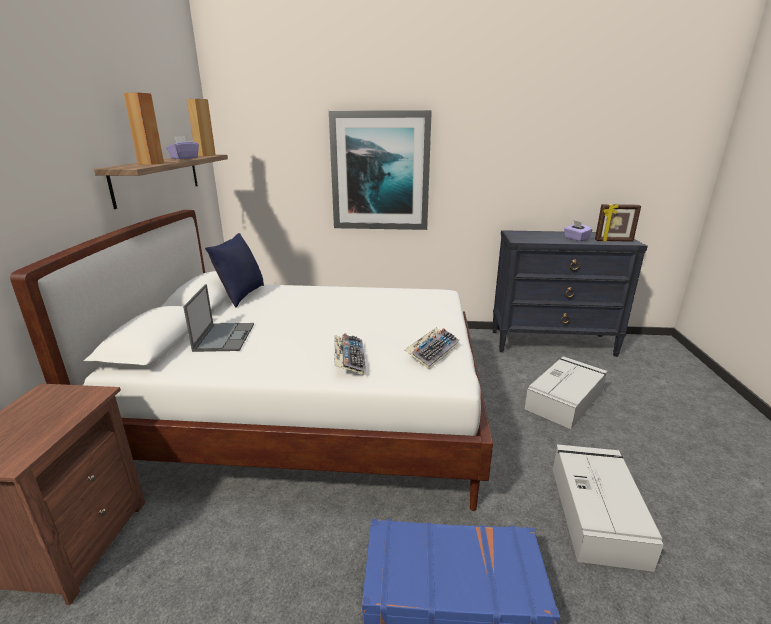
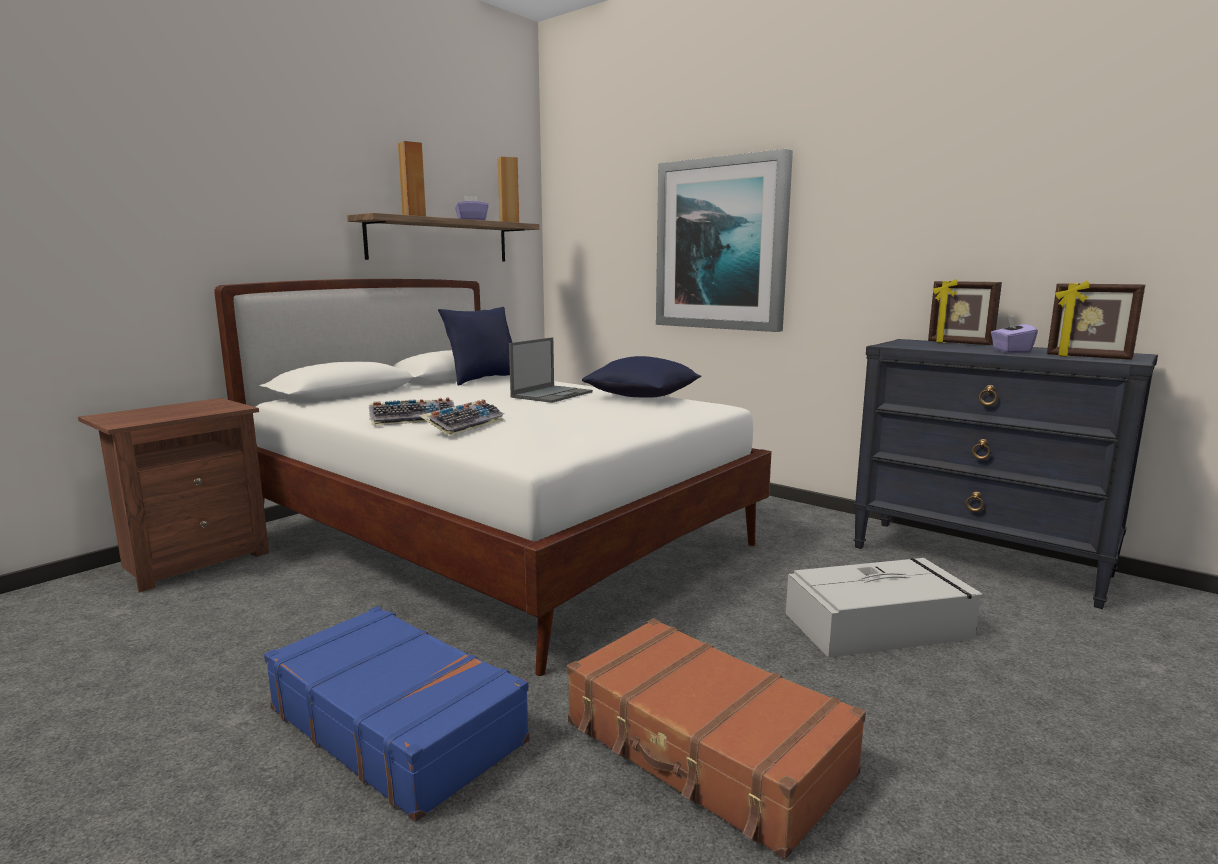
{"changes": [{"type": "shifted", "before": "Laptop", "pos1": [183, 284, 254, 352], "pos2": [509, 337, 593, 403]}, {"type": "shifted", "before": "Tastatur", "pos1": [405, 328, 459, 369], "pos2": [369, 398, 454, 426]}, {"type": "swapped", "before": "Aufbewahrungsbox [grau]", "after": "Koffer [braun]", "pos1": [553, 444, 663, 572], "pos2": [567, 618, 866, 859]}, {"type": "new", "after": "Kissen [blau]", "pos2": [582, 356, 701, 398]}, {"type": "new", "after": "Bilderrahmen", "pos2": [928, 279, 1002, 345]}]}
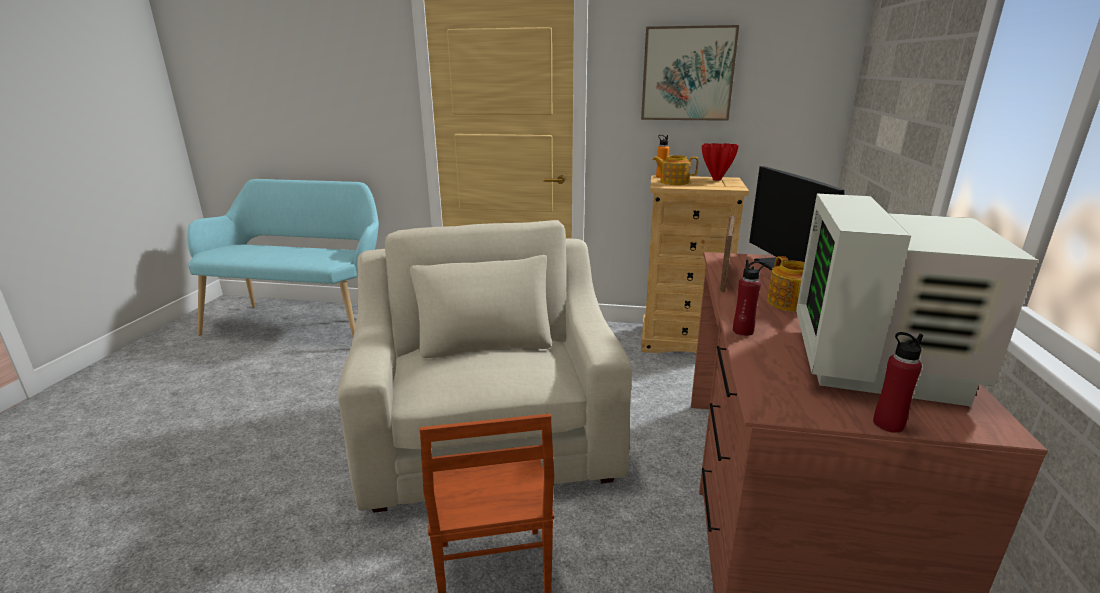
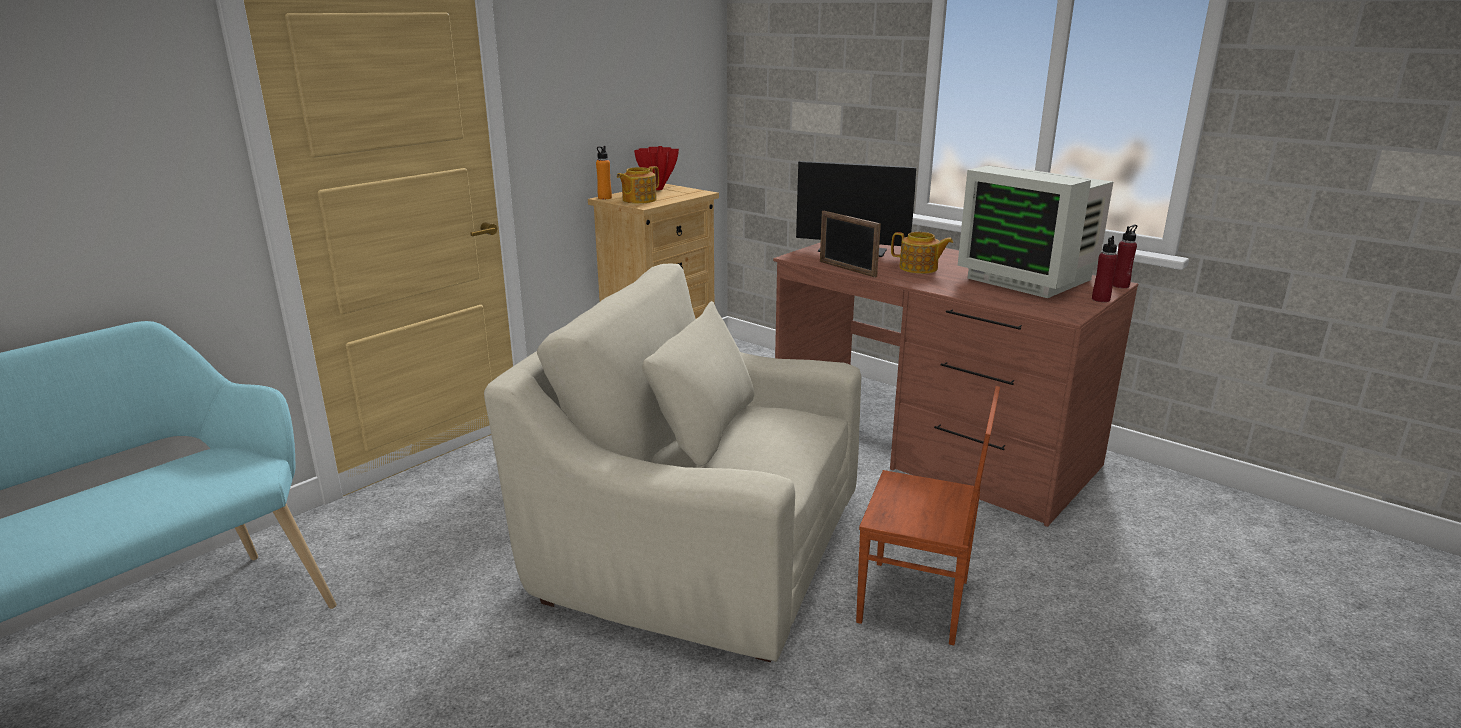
{"changes": [{"type": "gone", "before": "Bild", "pos1": [641, 25, 739, 121]}, {"type": "shifted", "before": "Flasche [rot]", "pos1": [733, 259, 765, 336], "pos2": [1113, 225, 1137, 288]}]}
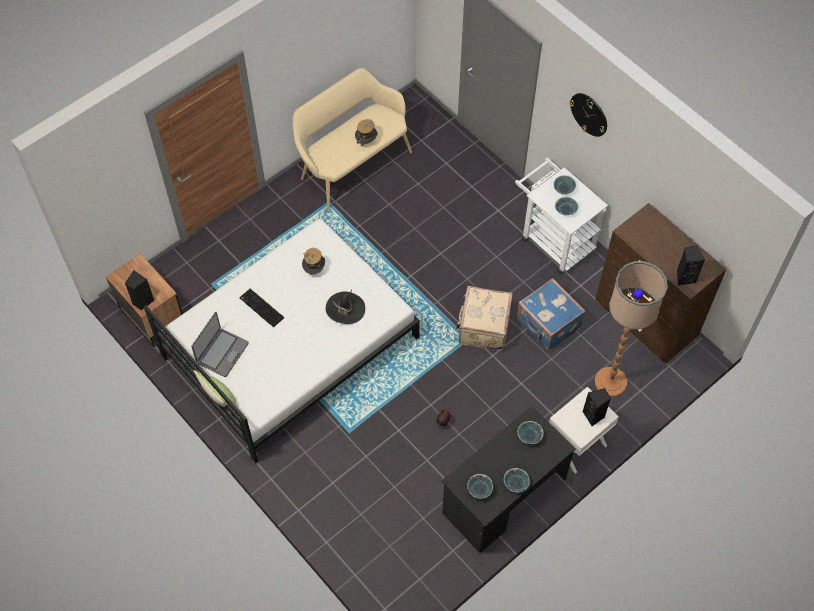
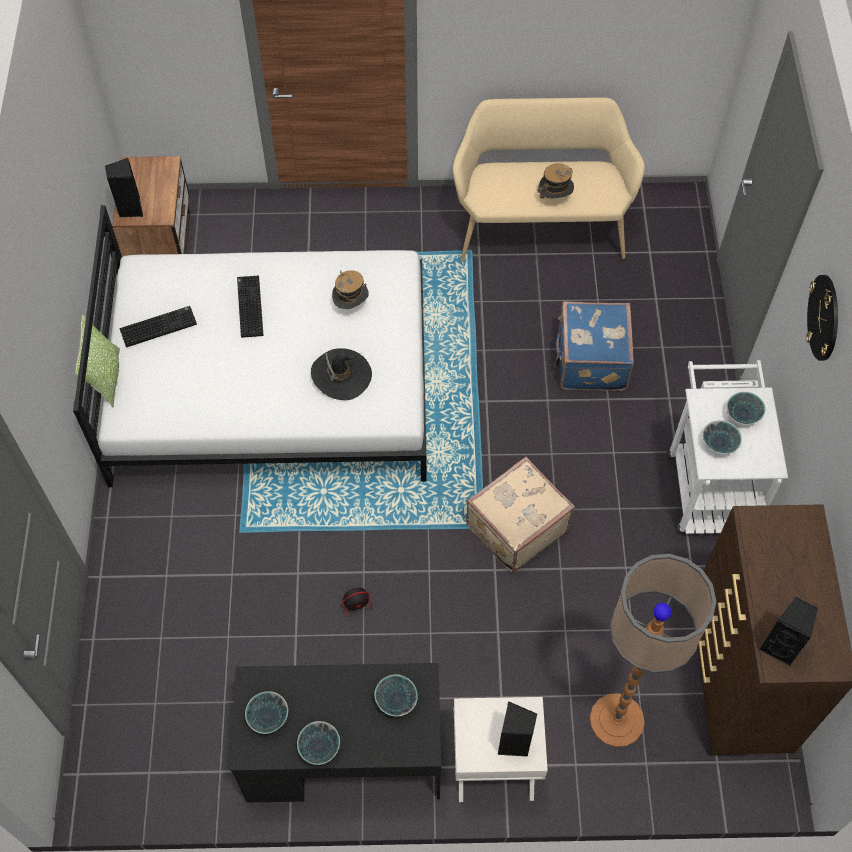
{"changes": [{"type": "swapped", "before": "Laptop", "after": "Tastatur", "pos1": [191, 312, 249, 377], "pos2": [120, 306, 197, 347]}, {"type": "shifted", "before": "Koffer [blau]", "pos1": [517, 278, 585, 351], "pos2": [554, 301, 634, 391]}]}
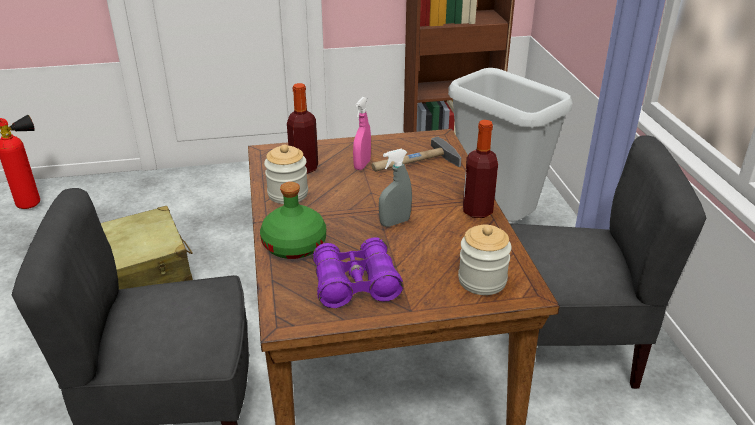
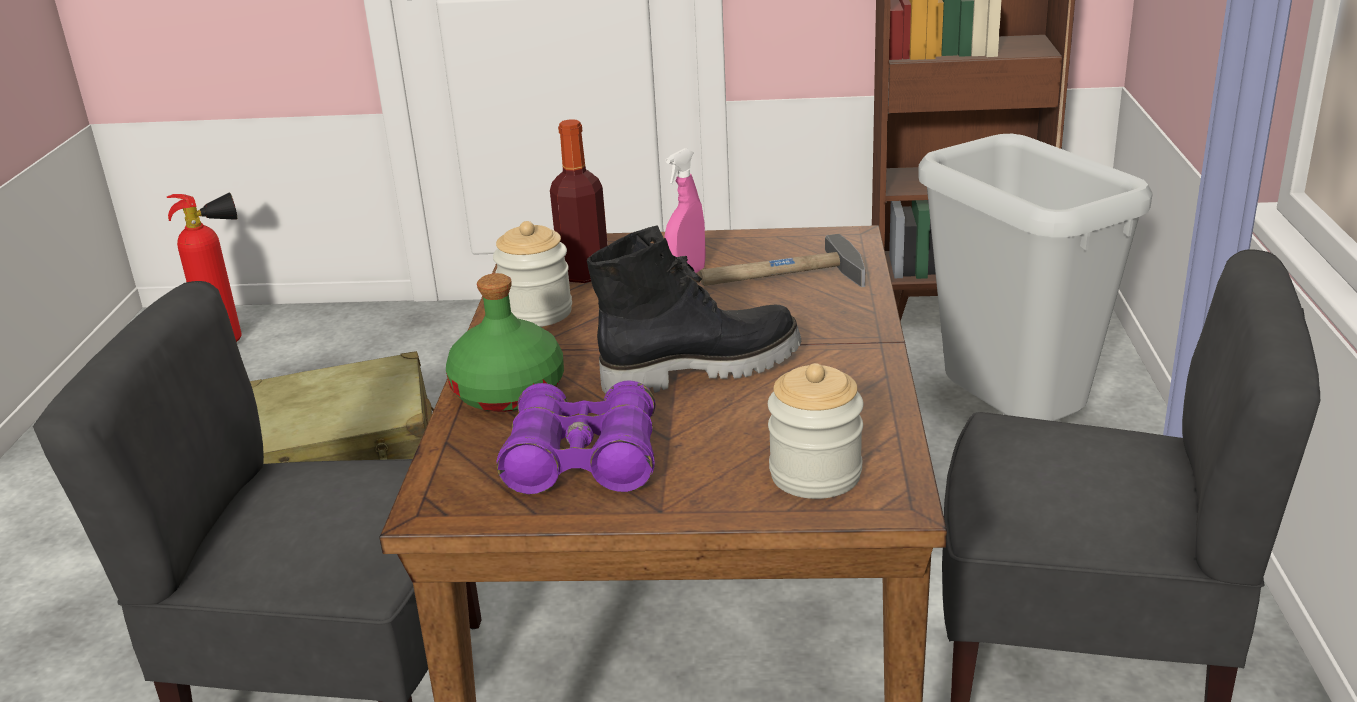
{"changes": [{"type": "swapped", "before": "Sprühflasche [grau]", "after": "Stiefel [schwarz]", "pos1": [379, 149, 412, 227], "pos2": [587, 225, 801, 394]}, {"type": "gone", "before": "Flasche", "pos1": [463, 120, 498, 218]}]}
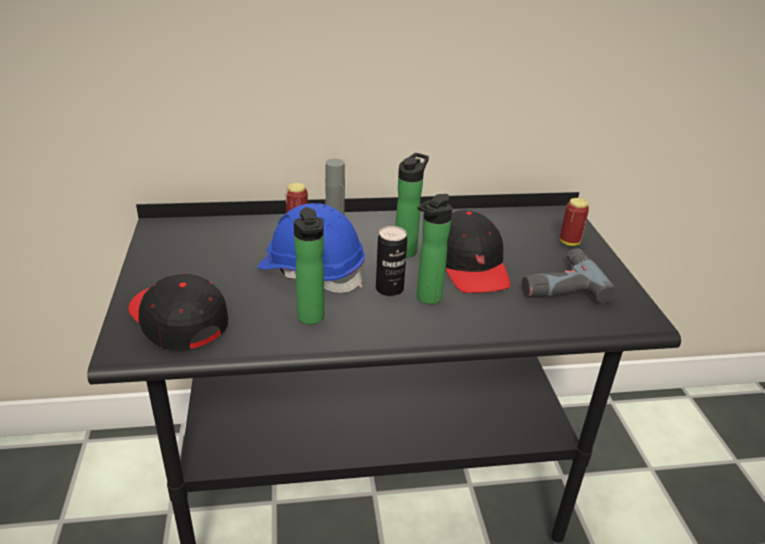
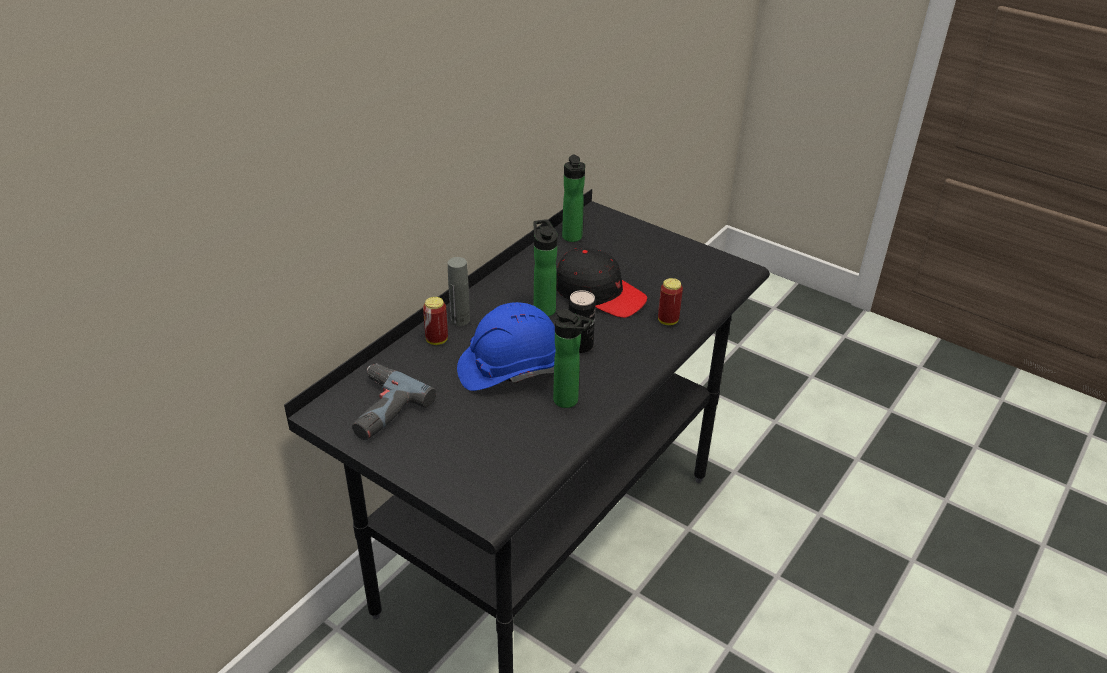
{"changes": [{"type": "gone", "before": "Kappe [schwarz]", "pos1": [128, 273, 228, 351]}, {"type": "shifted", "before": "Flasche", "pos1": [417, 194, 452, 304], "pos2": [562, 155, 585, 242]}, {"type": "shifted", "before": "Bohrmaschine", "pos1": [522, 249, 617, 304], "pos2": [352, 363, 436, 440]}, {"type": "shifted", "before": "Dose", "pos1": [560, 198, 589, 246], "pos2": [658, 278, 683, 325]}]}
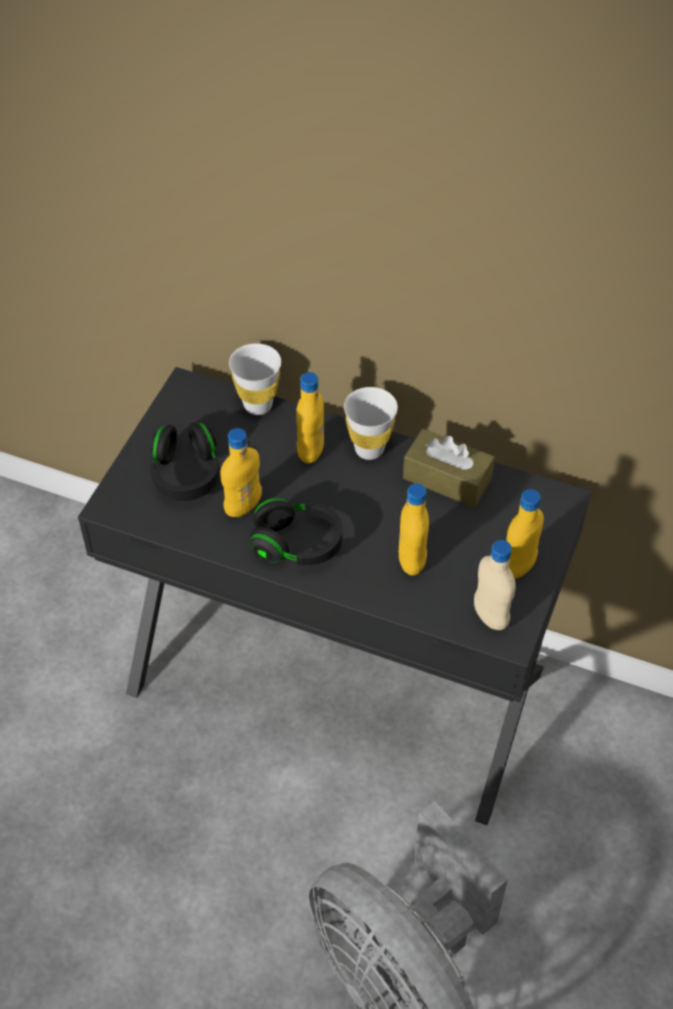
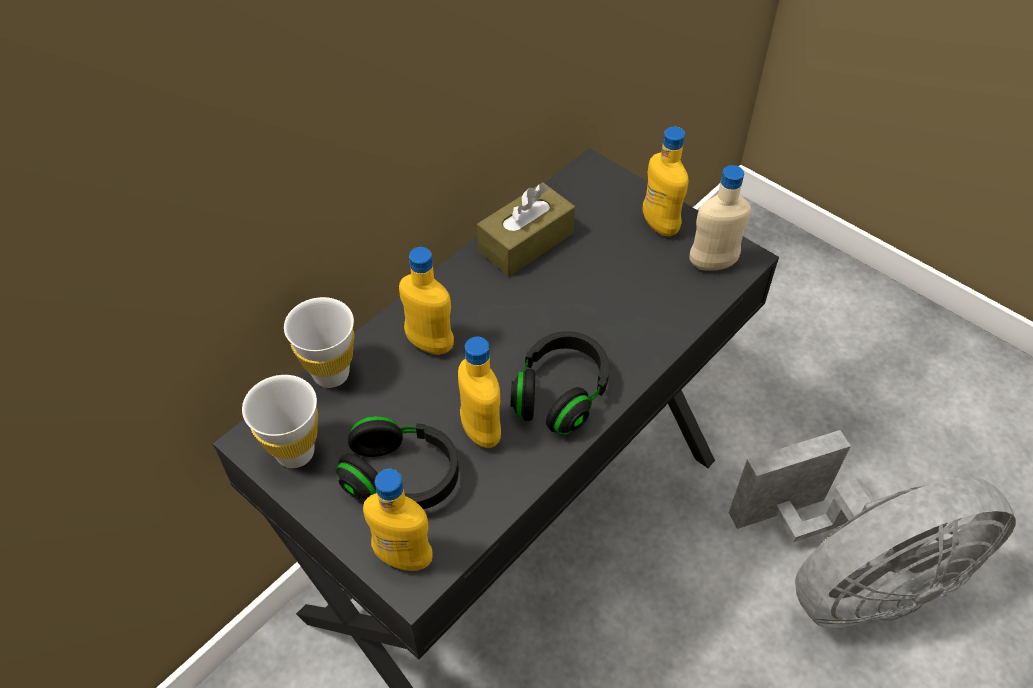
{"changes": [{"type": "shifted", "before": "Tasse [weiß]", "pos1": [344, 387, 398, 460], "pos2": [242, 375, 318, 468]}, {"type": "shifted", "before": "Flasche [gelb]", "pos1": [399, 483, 429, 576], "pos2": [363, 469, 432, 571]}]}
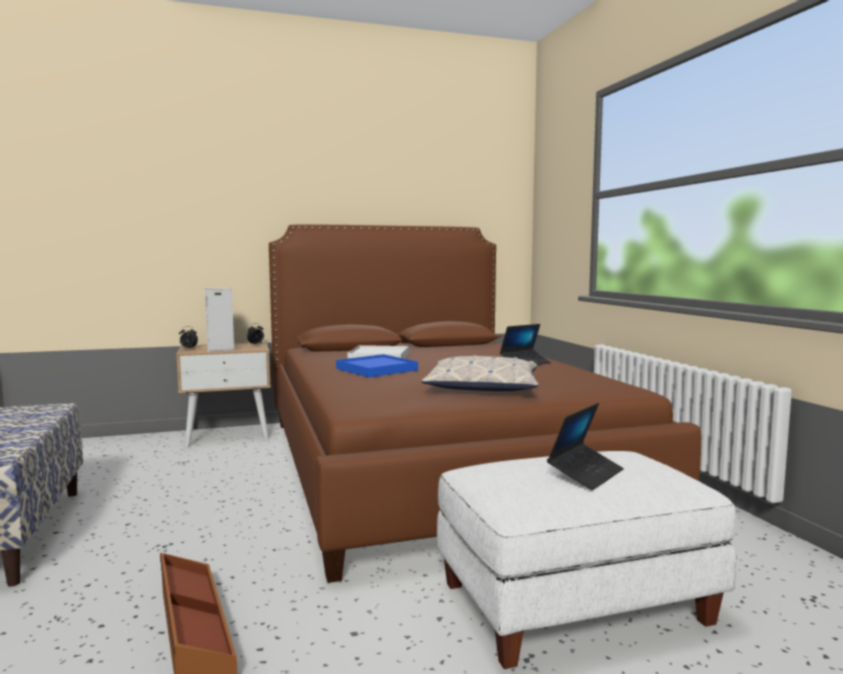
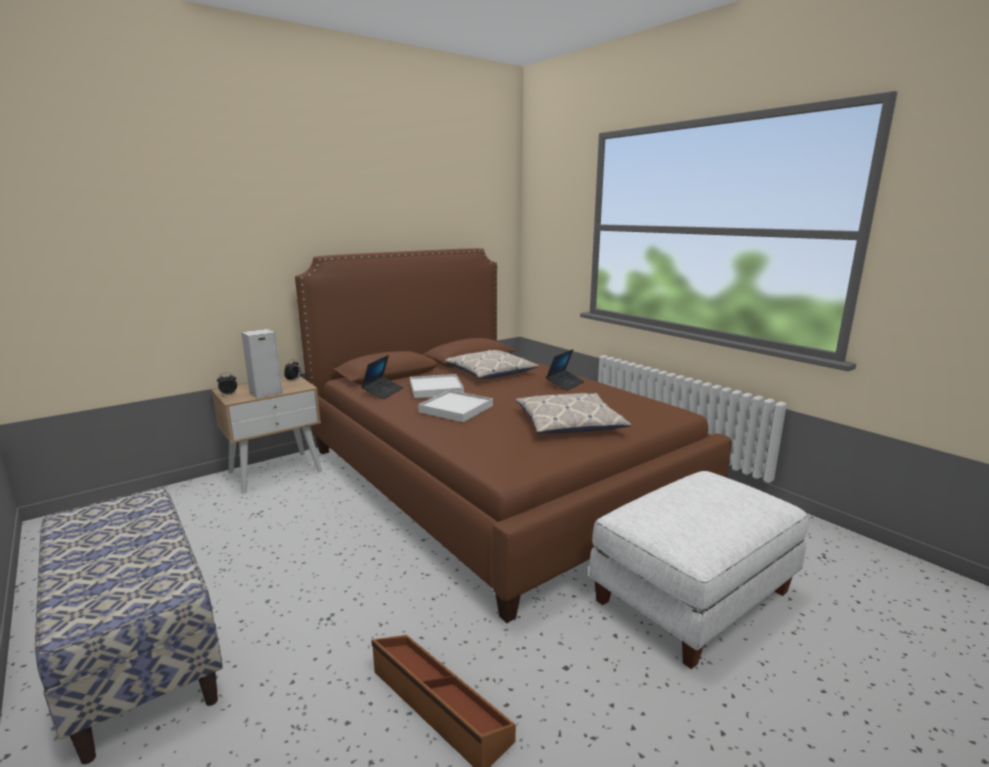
{"changes": [{"type": "repainted", "before": "Tablett [blau]", "after": "Tablett [weiß]", "pos1": [336, 354, 418, 378], "pos2": [418, 390, 493, 422]}, {"type": "shifted", "before": "Laptop", "pos1": [547, 403, 624, 490], "pos2": [361, 355, 403, 399]}, {"type": "new", "after": "Kissen", "pos2": [445, 350, 539, 378]}]}
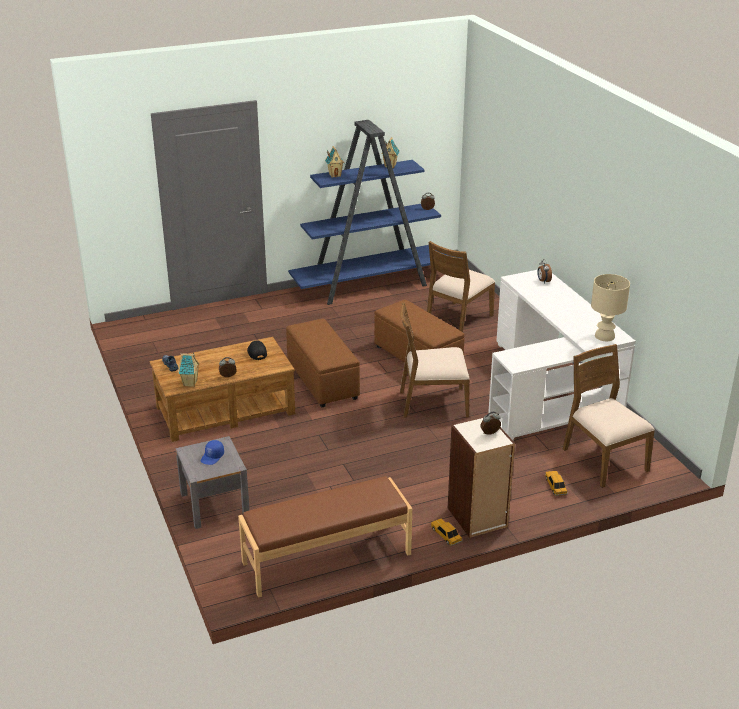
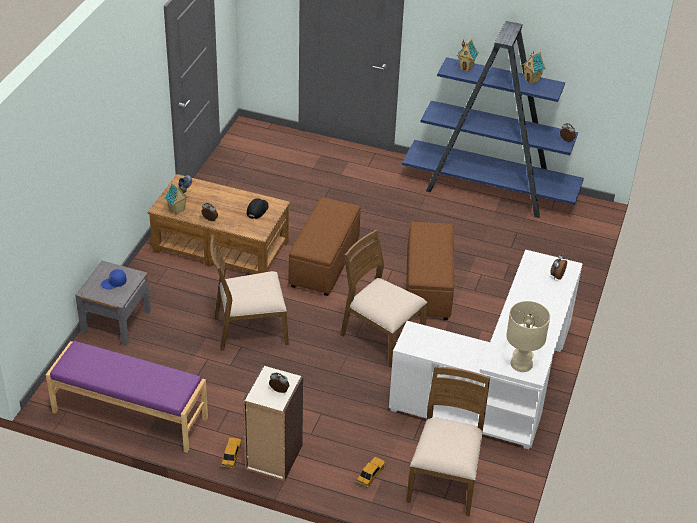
{"changes": [{"type": "repainted", "before": "Bank [braun]", "after": "Bank [lila]", "pos1": [238, 476, 412, 597], "pos2": [46, 341, 208, 453]}, {"type": "shifted", "before": "Stuhl [braun]", "pos1": [427, 241, 495, 332], "pos2": [210, 235, 289, 351]}]}
